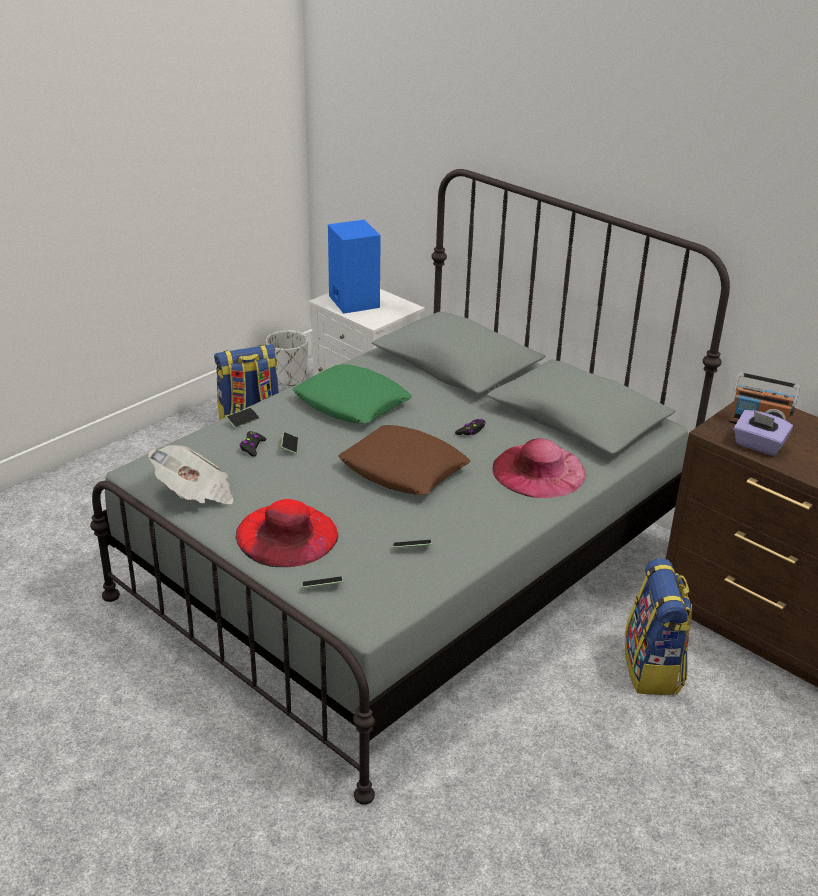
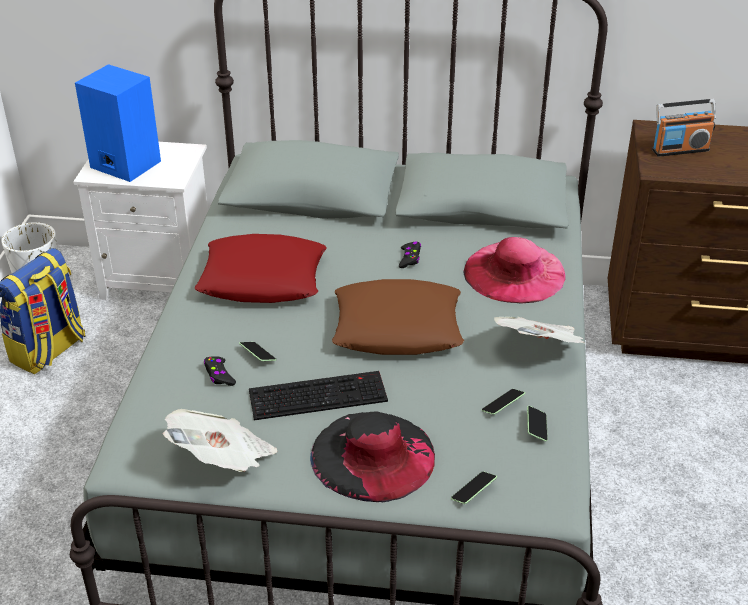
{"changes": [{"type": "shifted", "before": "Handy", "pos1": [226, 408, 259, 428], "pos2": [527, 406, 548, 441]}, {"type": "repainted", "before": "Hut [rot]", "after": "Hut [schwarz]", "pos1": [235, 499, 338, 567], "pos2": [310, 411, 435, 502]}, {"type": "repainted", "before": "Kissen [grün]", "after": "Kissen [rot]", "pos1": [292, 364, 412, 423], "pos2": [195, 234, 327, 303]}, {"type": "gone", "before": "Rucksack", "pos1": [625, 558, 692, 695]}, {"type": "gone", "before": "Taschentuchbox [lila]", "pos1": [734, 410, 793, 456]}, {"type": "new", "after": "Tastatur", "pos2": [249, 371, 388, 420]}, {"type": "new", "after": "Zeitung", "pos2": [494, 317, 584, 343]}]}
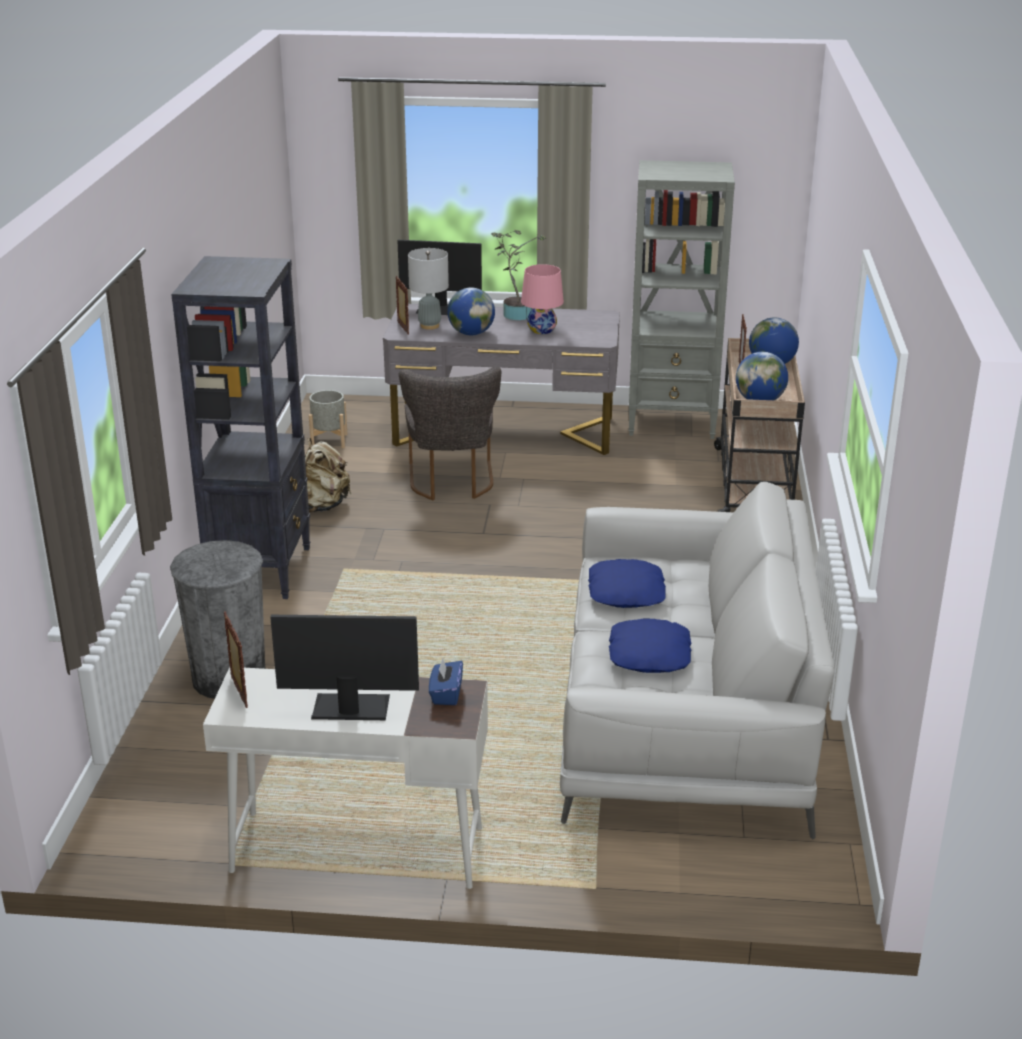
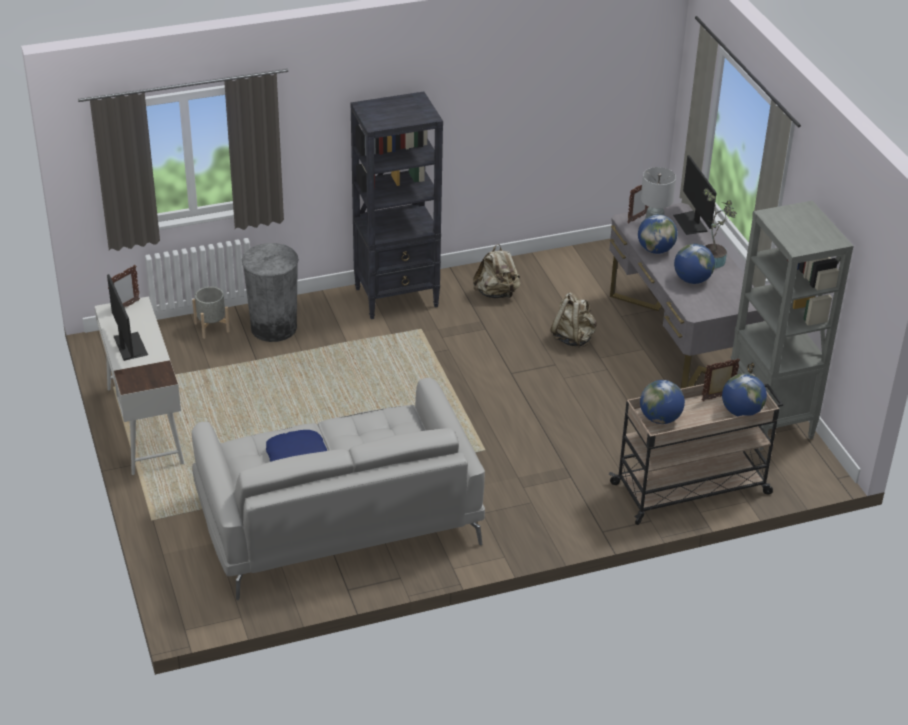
{"changes": [{"type": "shifted", "before": "Pflanzkübel [grau]", "pos1": [309, 390, 348, 448], "pos2": [192, 287, 230, 339]}, {"type": "swapped", "before": "Stuhl [grau]", "after": "Rucksack [beige]", "pos1": [399, 366, 501, 501], "pos2": [551, 292, 597, 347]}, {"type": "gone", "before": "Taschentuchbox [blau]", "pos1": [429, 657, 463, 705]}, {"type": "swapped", "before": "Tischlampe [rosa]", "after": "Globus", "pos1": [521, 264, 564, 334], "pos2": [674, 244, 715, 284]}, {"type": "gone", "before": "Kissen [blau]", "pos1": [588, 559, 666, 608]}]}
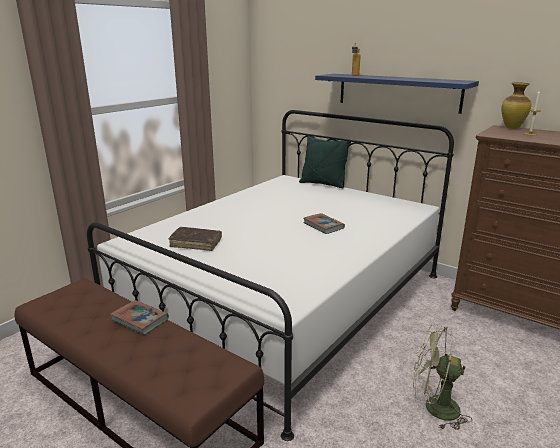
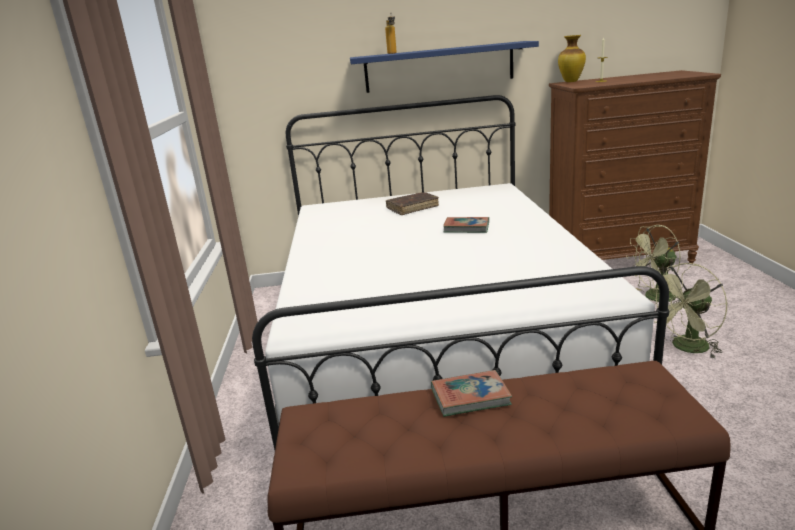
{"changes": [{"type": "shifted", "before": "Buch [braun]", "pos1": [169, 227, 222, 251], "pos2": [386, 192, 439, 215]}, {"type": "gone", "before": "Kissen [grün]", "pos1": [299, 136, 351, 188]}, {"type": "new", "after": "Ventilator [grün]", "pos2": [626, 225, 681, 304]}]}
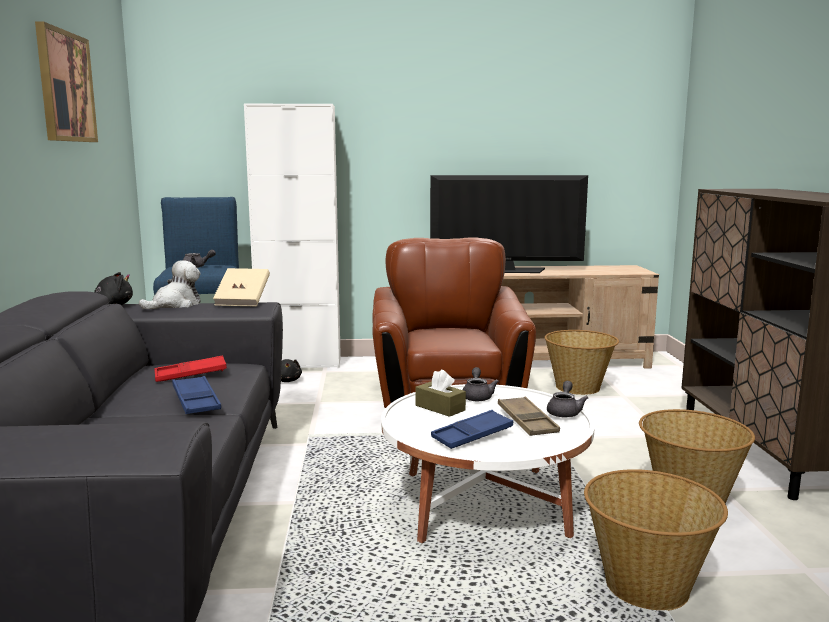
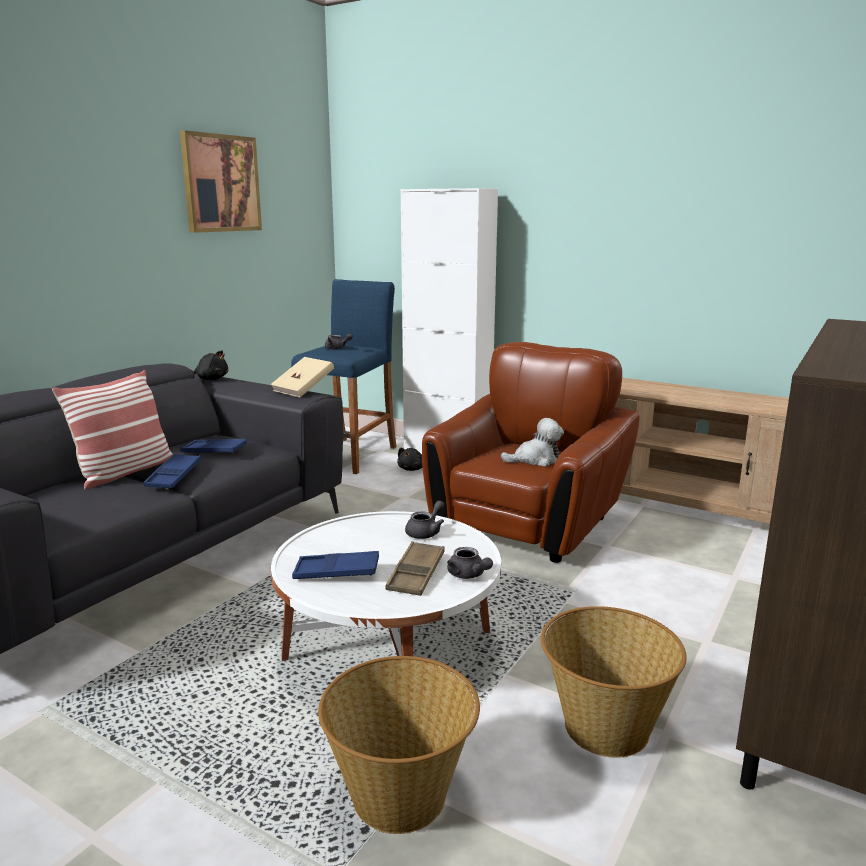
{"changes": [{"type": "shifted", "before": "Plüschtier", "pos1": [139, 260, 201, 309], "pos2": [501, 418, 564, 466]}, {"type": "repainted", "before": "Tablett [rot]", "after": "Tablett [blau]", "pos1": [155, 355, 227, 382], "pos2": [180, 439, 247, 453]}, {"type": "gone", "before": "Taschentuchbox [braun]", "pos1": [415, 370, 466, 417]}, {"type": "gone", "before": "Fernseher", "pos1": [430, 175, 588, 273]}, {"type": "gone", "before": "Korb", "pos1": [545, 330, 619, 395]}, {"type": "rotated", "before": "Teekanne [grau]", "pos1": [547, 381, 588, 417], "pos2": [447, 547, 493, 579], "turn": 90}, {"type": "new", "after": "Kissen", "pos2": [52, 370, 173, 489]}]}
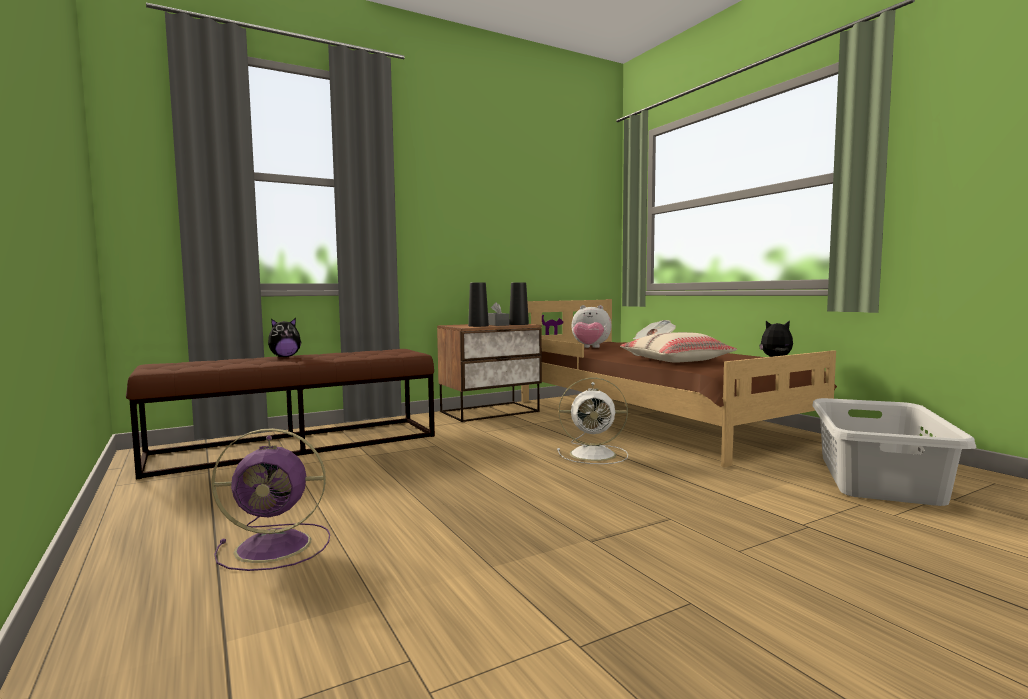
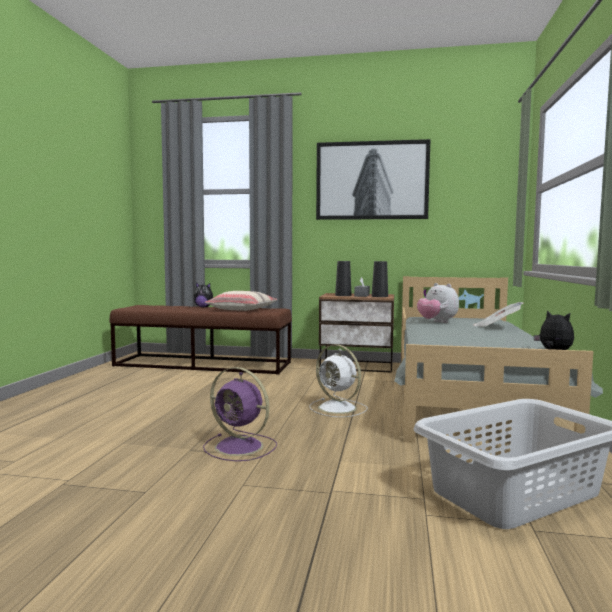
{"changes": [{"type": "shifted", "before": "Ventilator [lila]", "pos1": [211, 428, 330, 571], "pos2": [203, 367, 277, 461]}, {"type": "repainted", "before": "Bett [braun]", "after": "Bett [grau]", "pos1": [521, 299, 837, 467], "pos2": [394, 276, 603, 443]}, {"type": "shifted", "before": "Kissen [beige]", "pos1": [620, 332, 737, 362], "pos2": [205, 291, 278, 311]}, {"type": "new", "after": "Bild", "pos2": [316, 139, 431, 220]}]}
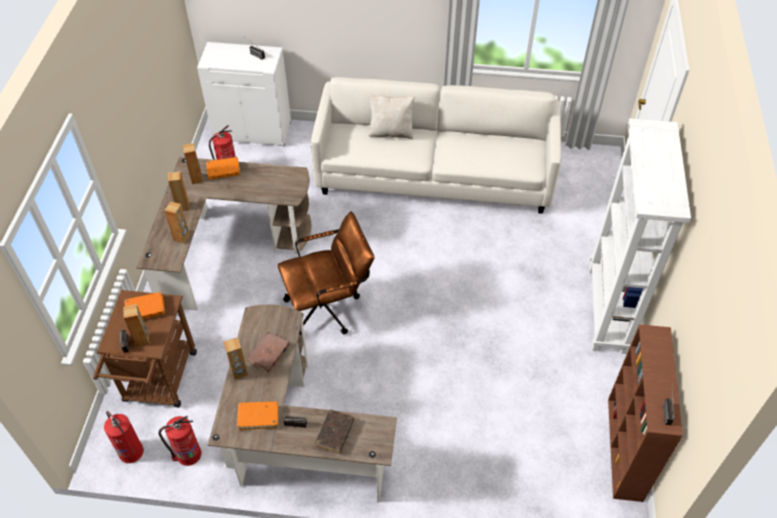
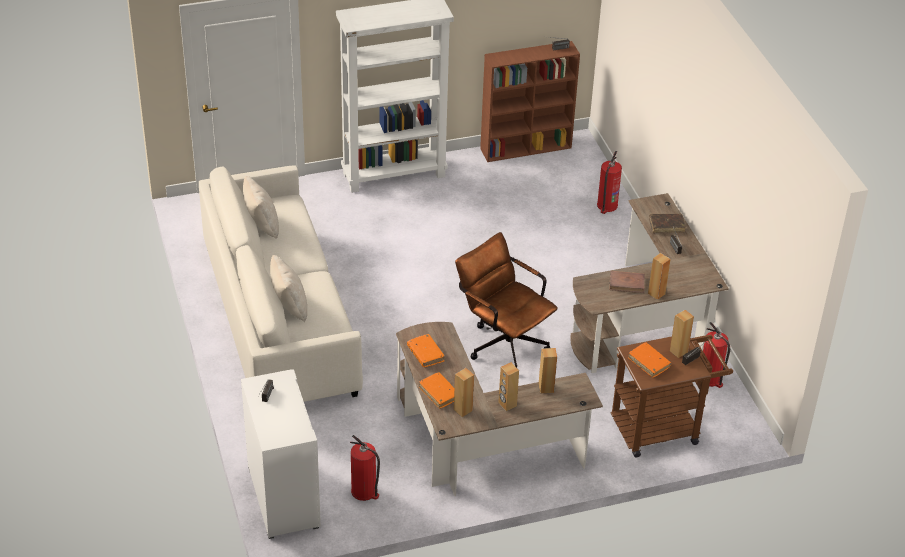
{"changes": [{"type": "shifted", "before": "Feuerlöscher", "pos1": [104, 411, 144, 463], "pos2": [597, 151, 622, 214]}, {"type": "shifted", "before": "Buch [orange]", "pos1": [237, 401, 278, 431], "pos2": [407, 334, 445, 367]}, {"type": "new", "after": "Kissen [beige]", "pos2": [243, 176, 279, 239]}]}
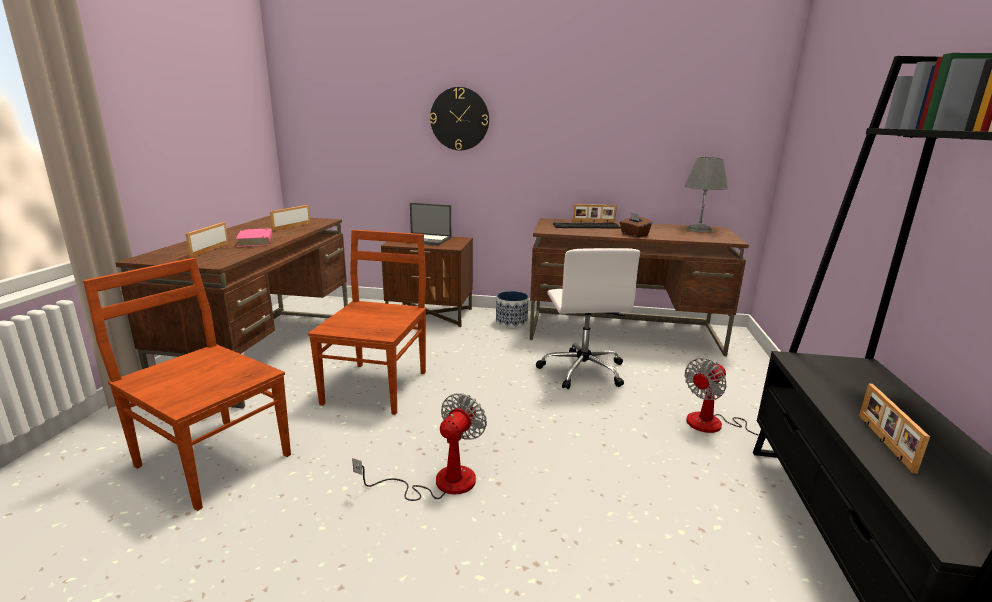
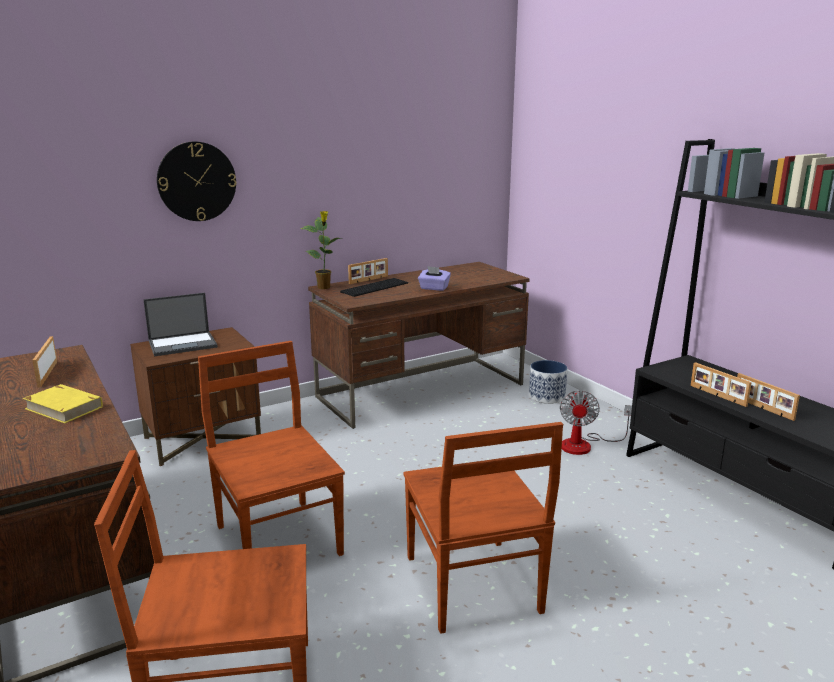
{"changes": [{"type": "shifted", "before": "Bilderrahmen", "pos1": [185, 222, 229, 258], "pos2": [691, 362, 752, 407]}, {"type": "repainted", "before": "Buch [rosa]", "after": "Buch [gelb]", "pos1": [236, 228, 272, 247], "pos2": [23, 384, 103, 423]}, {"type": "swapped", "before": "Ventilator", "after": "Stuhl [braun]", "pos1": [352, 393, 487, 501], "pos2": [403, 422, 563, 634]}, {"type": "shifted", "before": "Pflanzkübel", "pos1": [496, 291, 529, 329], "pos2": [529, 360, 567, 404]}, {"type": "gone", "before": "Bürostuhl [weiß]", "pos1": [536, 248, 640, 389]}, {"type": "repainted", "before": "Taschentuchbox [braun]", "after": "Taschentuchbox [lila]", "pos1": [620, 212, 652, 237], "pos2": [418, 266, 451, 291]}, {"type": "gone", "before": "Tischlampe [grau]", "pos1": [684, 157, 728, 232]}, {"type": "new", "after": "Topfpflanze", "pos2": [301, 211, 343, 289]}]}
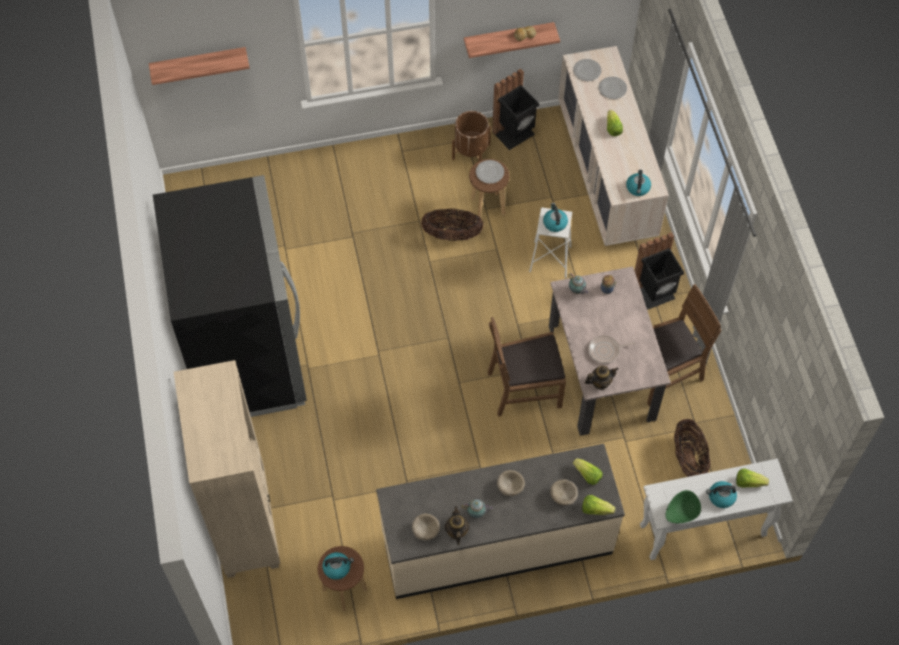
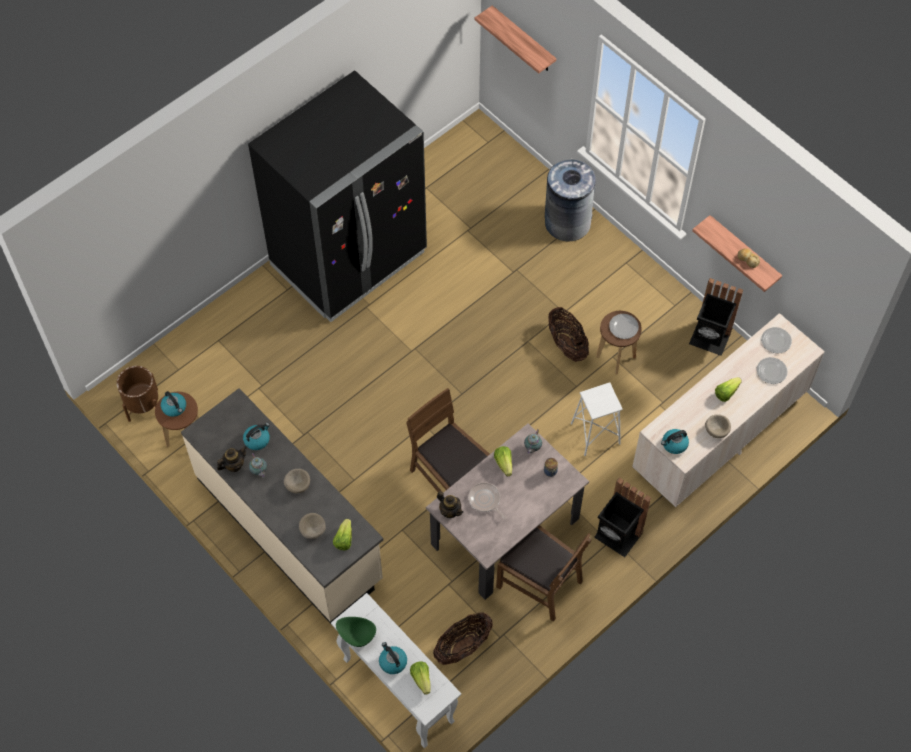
{"changes": [{"type": "gone", "before": "Bücherregal [beige]", "pos1": [174, 360, 280, 578]}, {"type": "shifted", "before": "Schüssel [beige]", "pos1": [412, 514, 440, 540], "pos2": [705, 414, 731, 438]}, {"type": "shifted", "before": "Pflanzkübel [braun]", "pos1": [452, 111, 491, 161], "pos2": [117, 366, 158, 422]}, {"type": "shifted", "before": "Wasserkessel", "pos1": [543, 203, 568, 232], "pos2": [243, 423, 270, 450]}, {"type": "shifted", "before": "Salatkopf", "pos1": [582, 495, 615, 515], "pos2": [494, 446, 512, 476]}, {"type": "new", "after": "Mülleimer [grau]", "pos2": [545, 160, 596, 241]}]}
